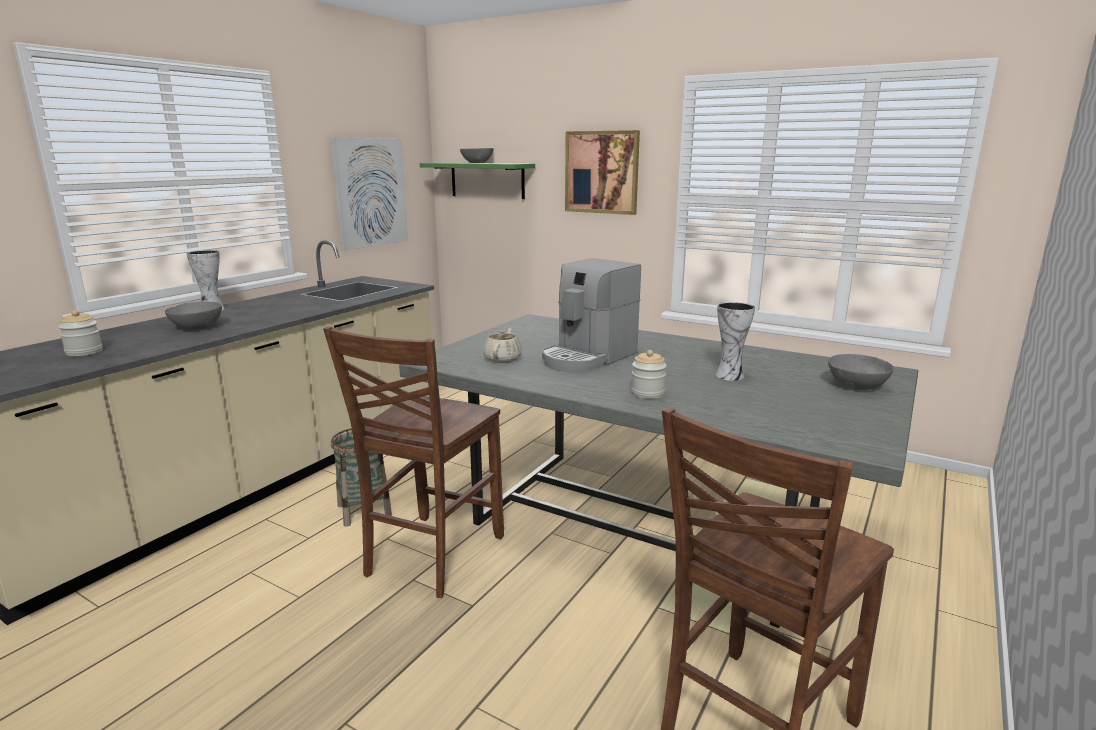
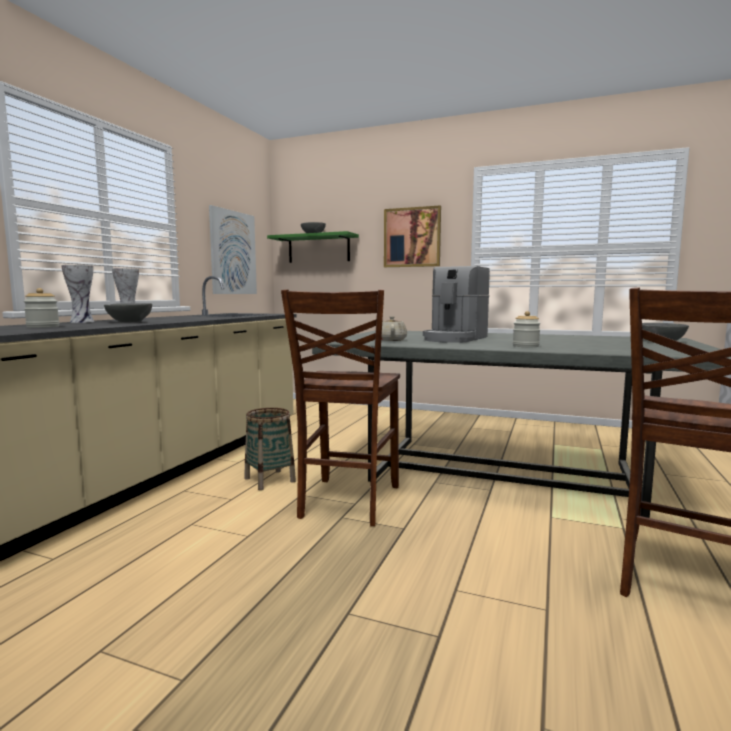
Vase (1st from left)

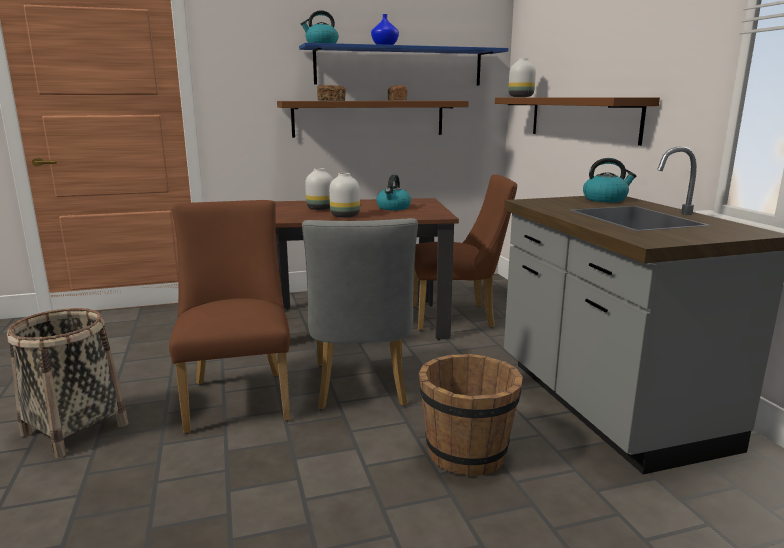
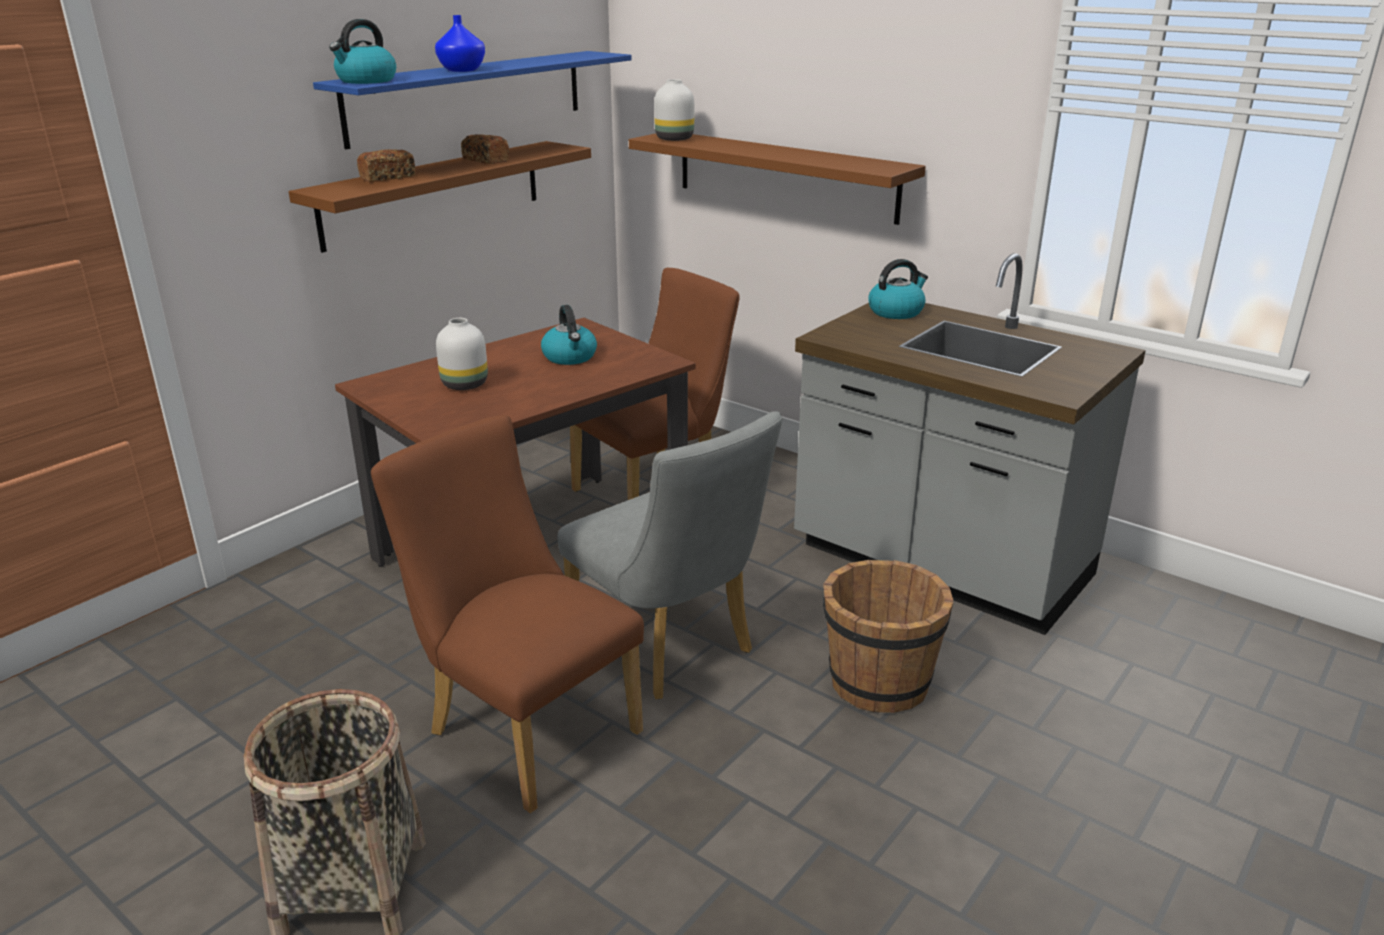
Vase/weiß (2nd from left in the first image)

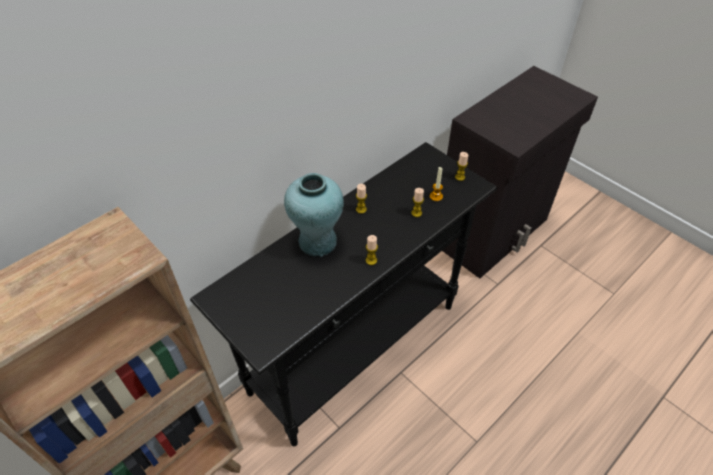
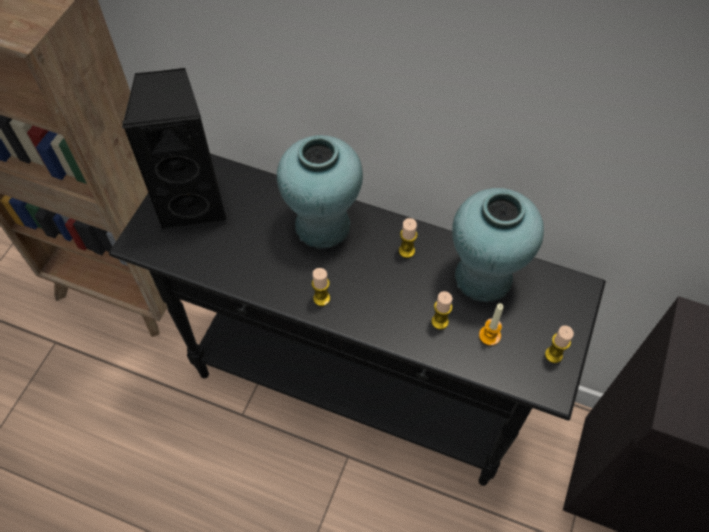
Lautsprecher/schwarz
Vase/türkis (2nd from left)

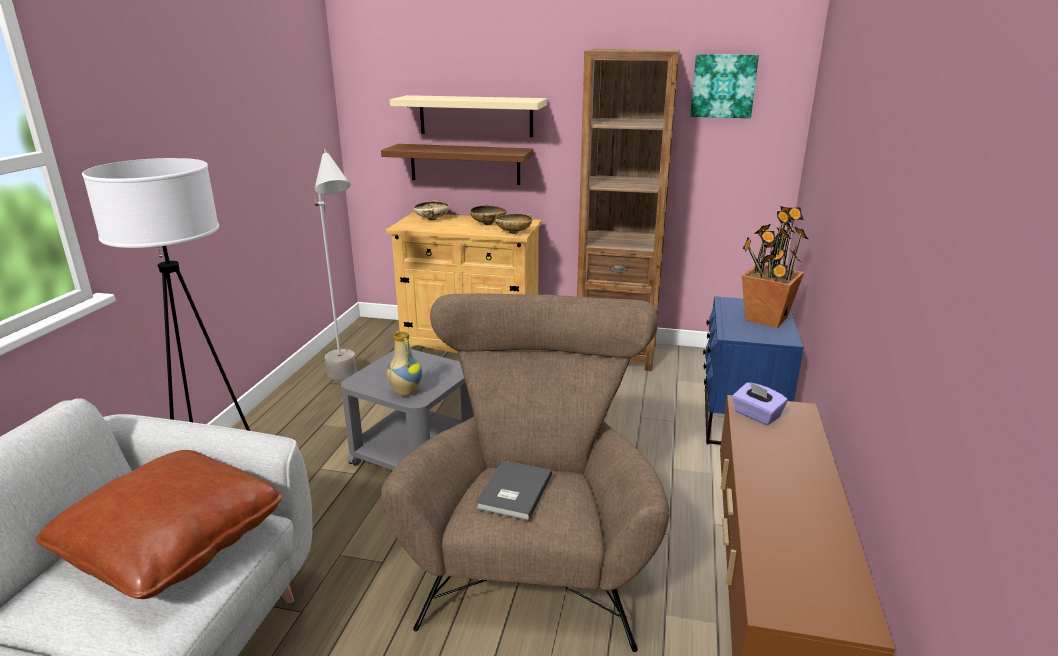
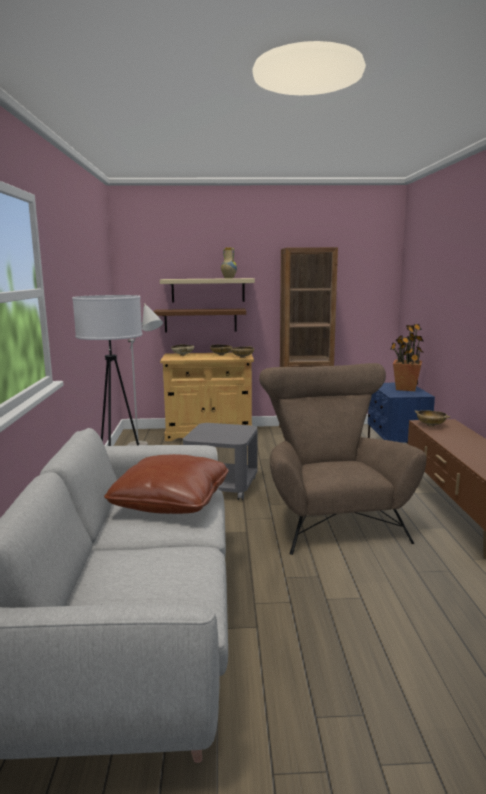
Vase
Buch/grau
Bild
Schüssel/beige (4th from left)

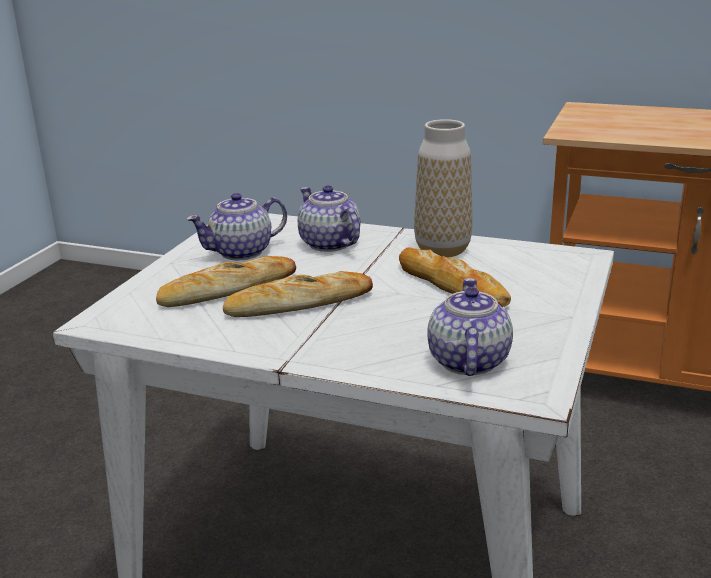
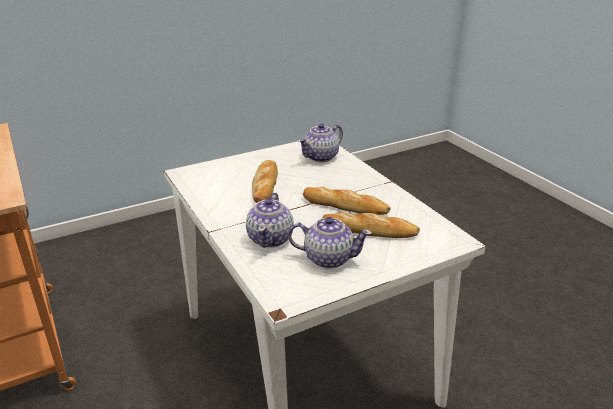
Vase

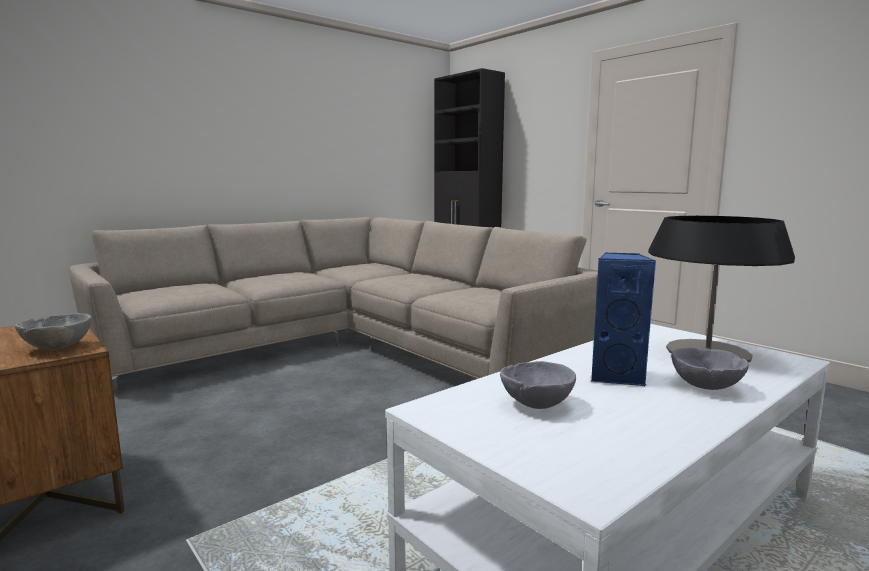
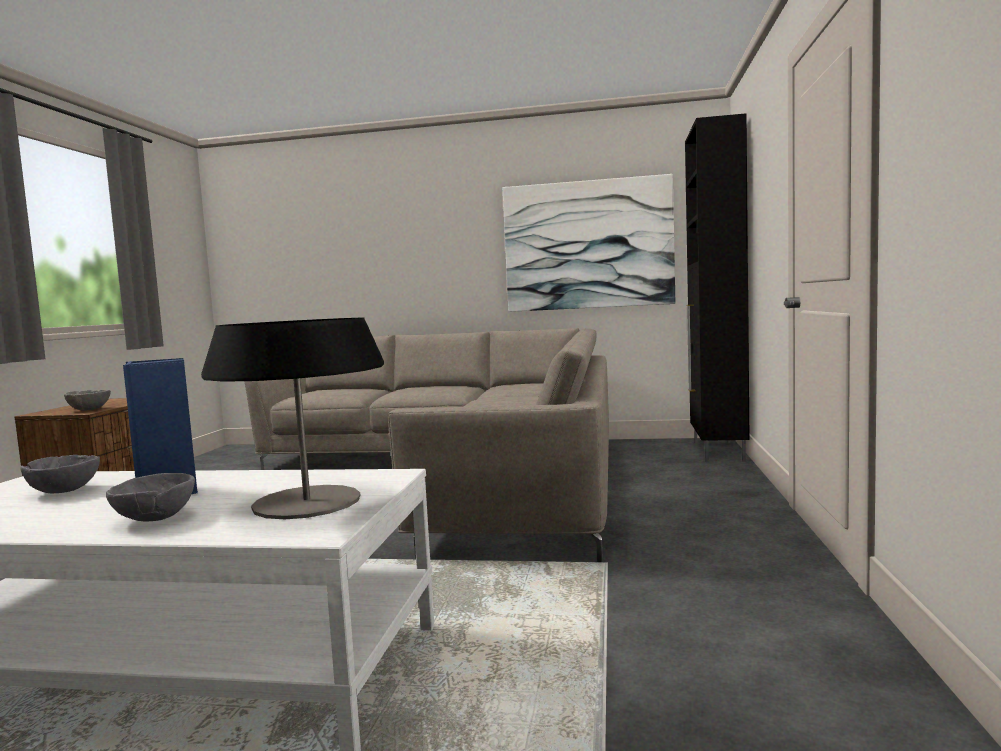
Bild

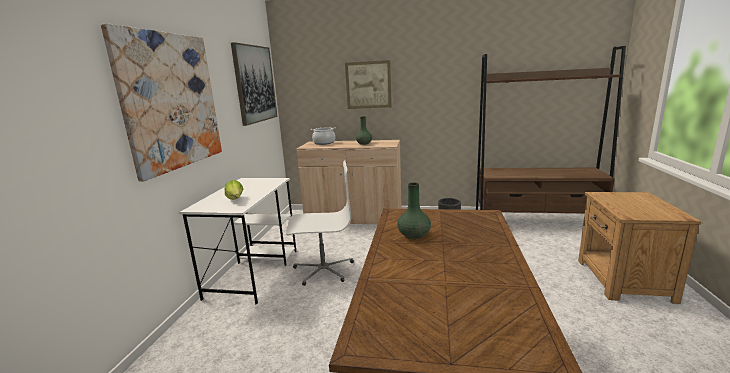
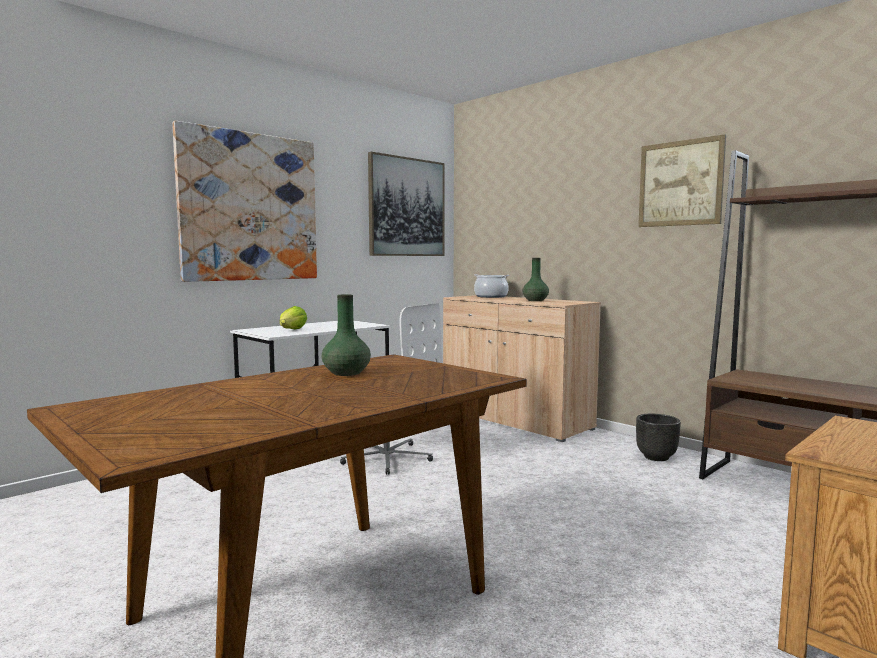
Bild (3rd from left)

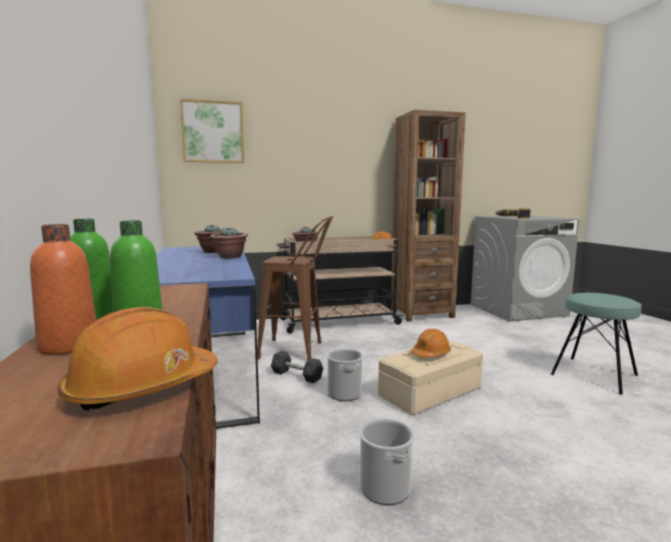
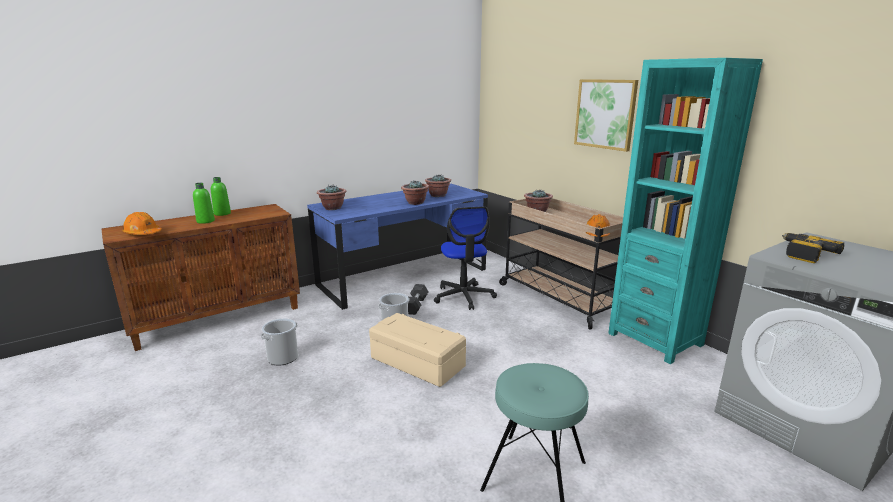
Flasche/orange
Bild
Bürostuhl
Bücherregal/türkis
Schutzhelm/orange (3rd from left in the first image)
Topfpflanze (1st from left)

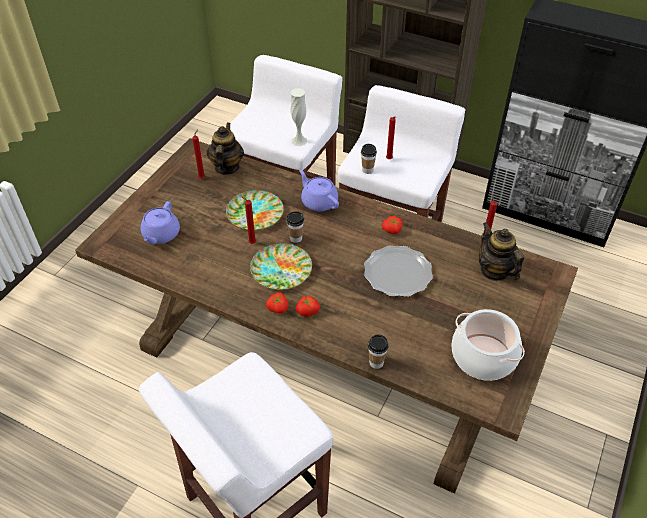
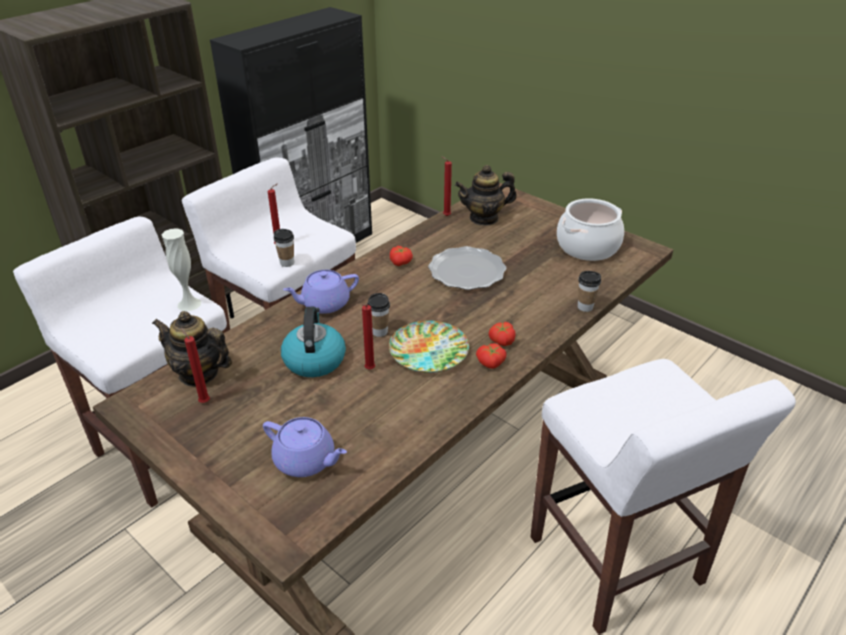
Wasserkessel

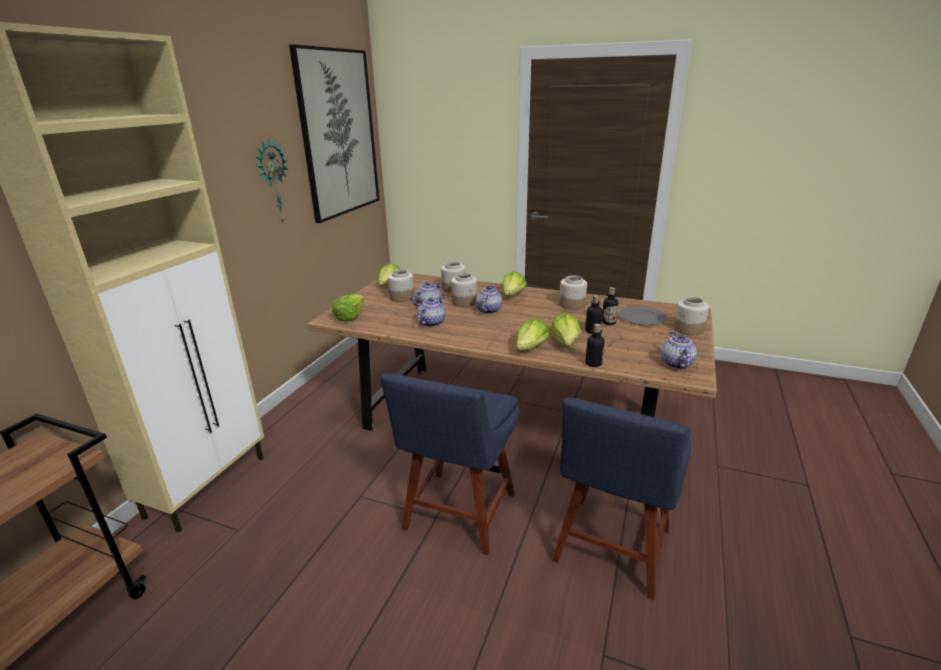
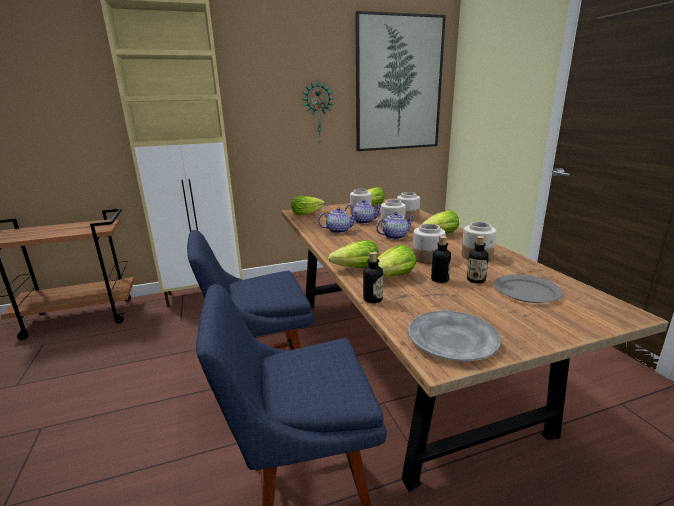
Teller/grau (1st from left)
Vorratsglas (4th from left)

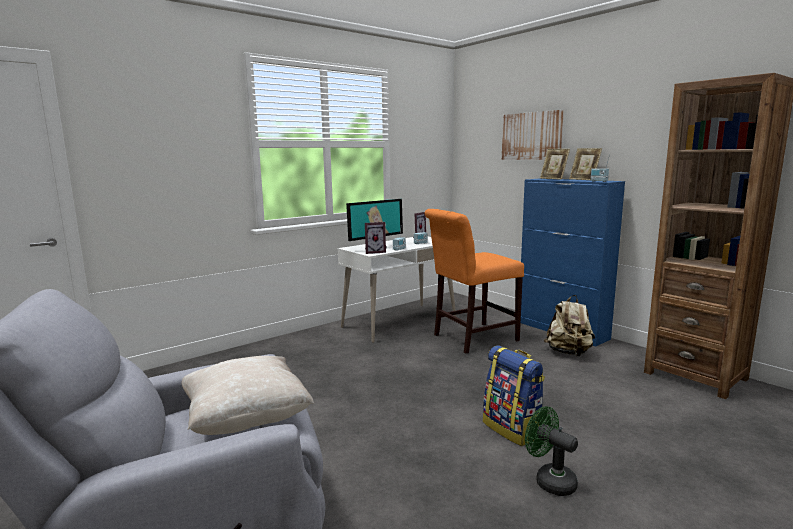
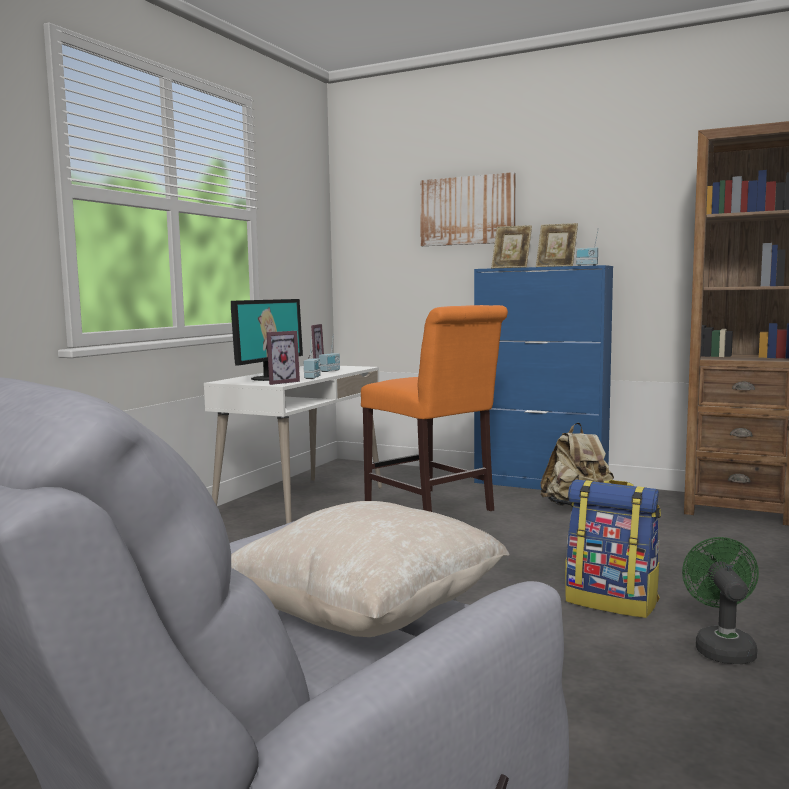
Stuhl/orange
Ventilator/grün

